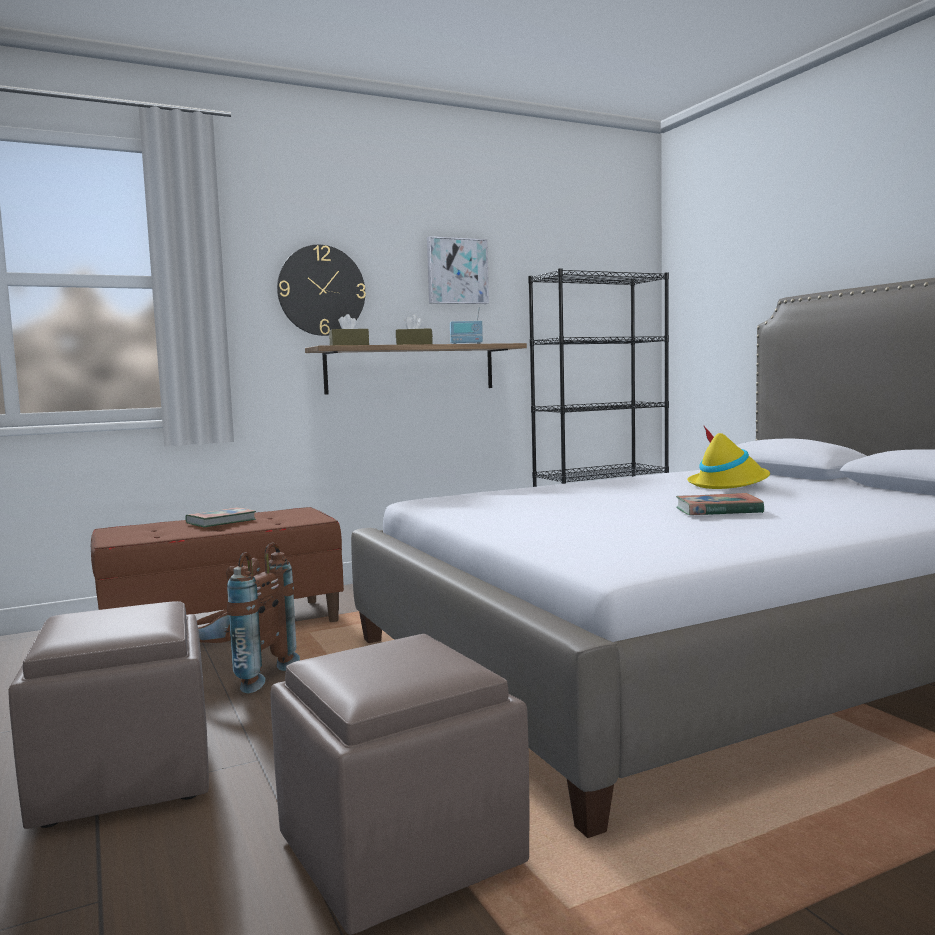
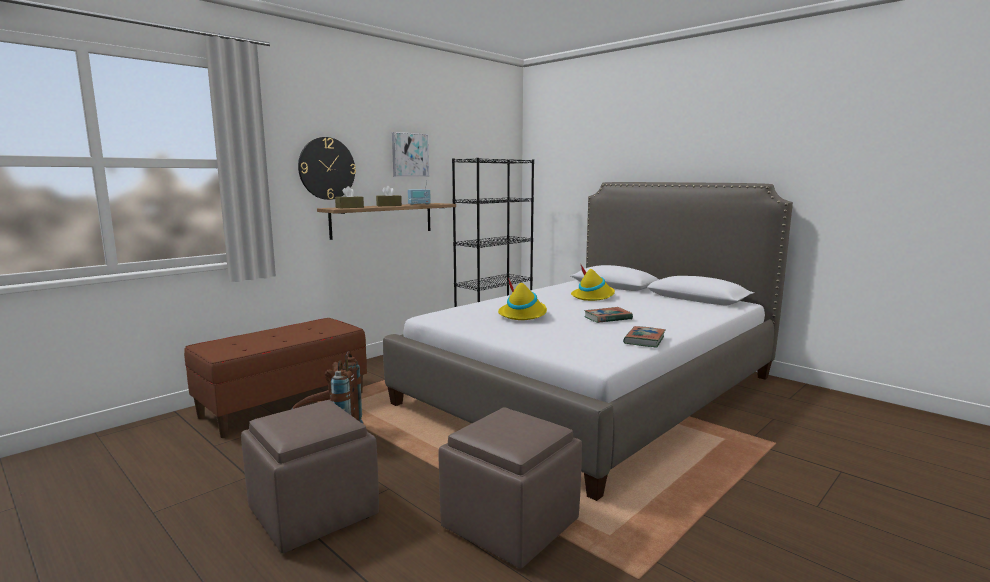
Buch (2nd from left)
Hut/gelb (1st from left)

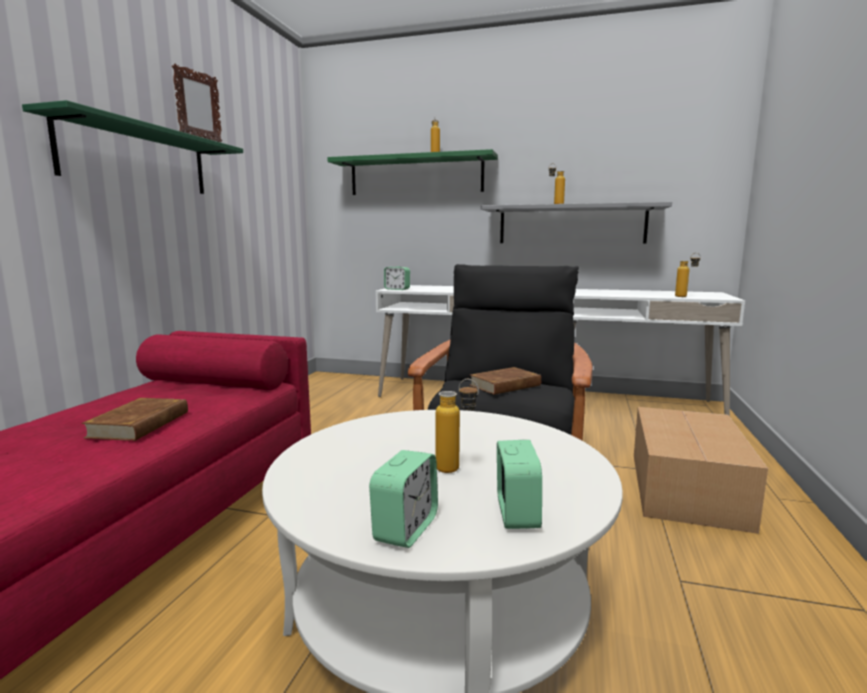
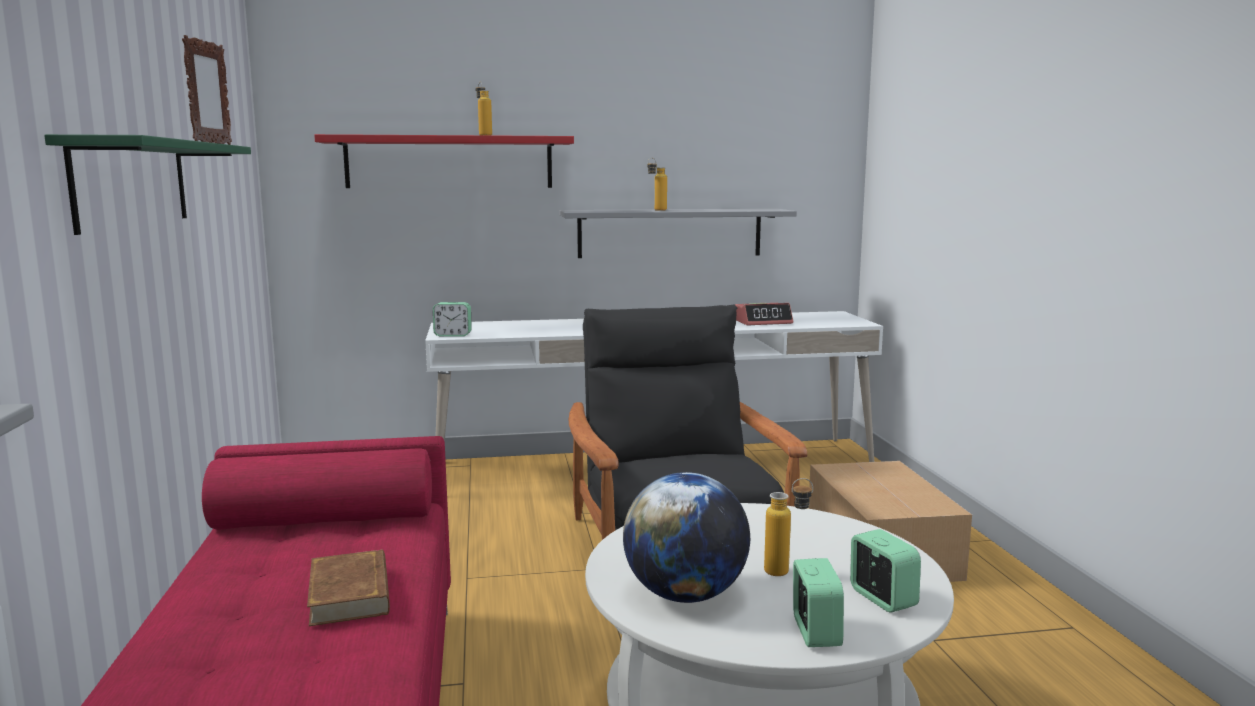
Wandregal/rot
Buch/braun (2nd from left in the first image)
Flasche (4th from left in the first image)
Globus
Wecker (2nd from left)

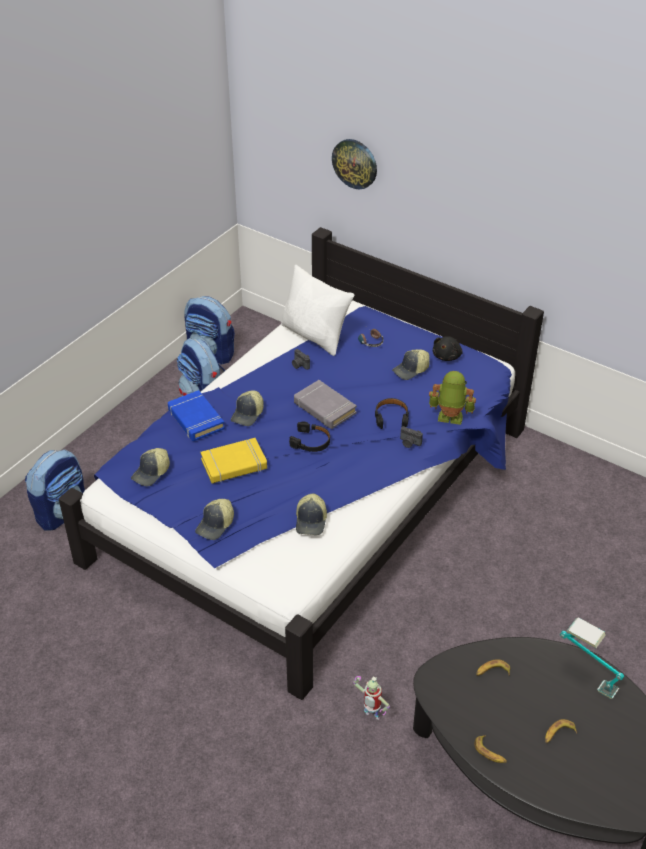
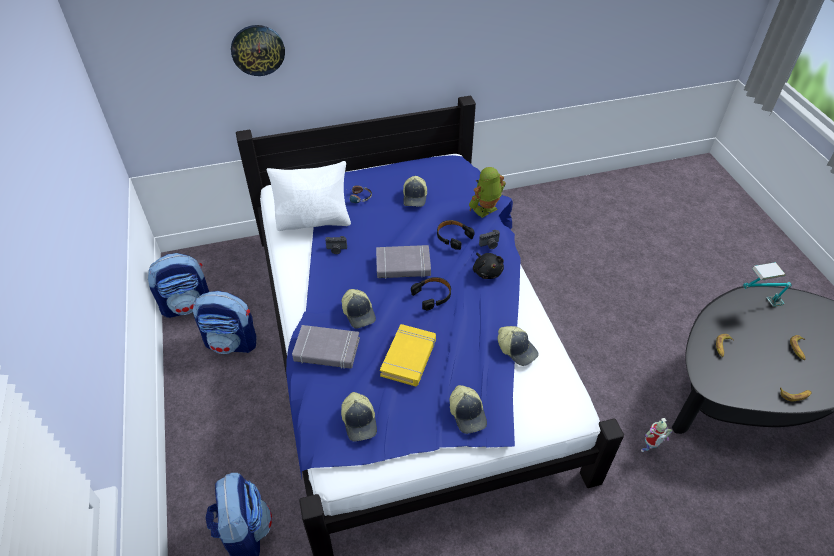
Buch/grau (1st from left)
Plüschtier/schwarz

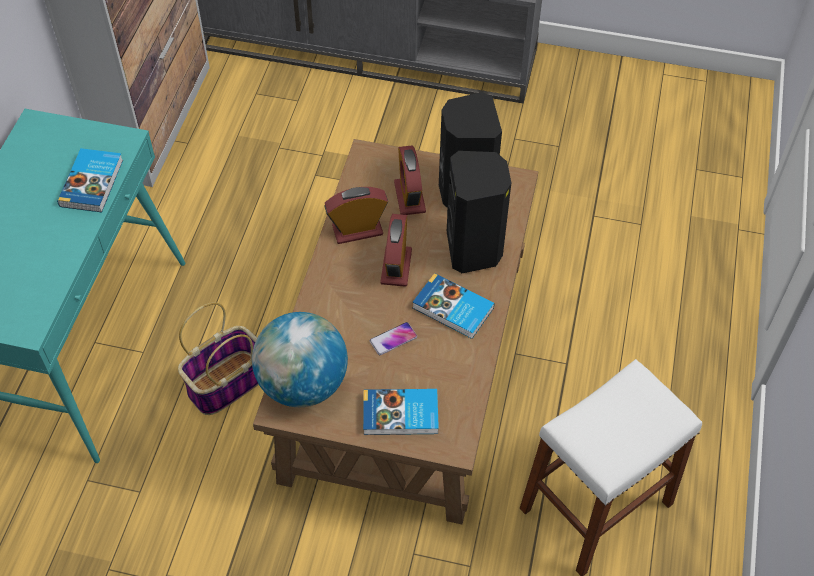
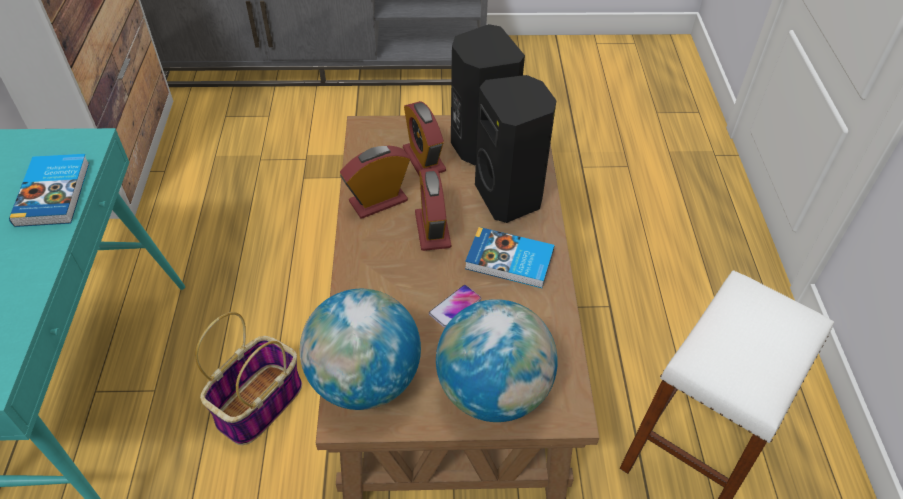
Globus (2nd from left)

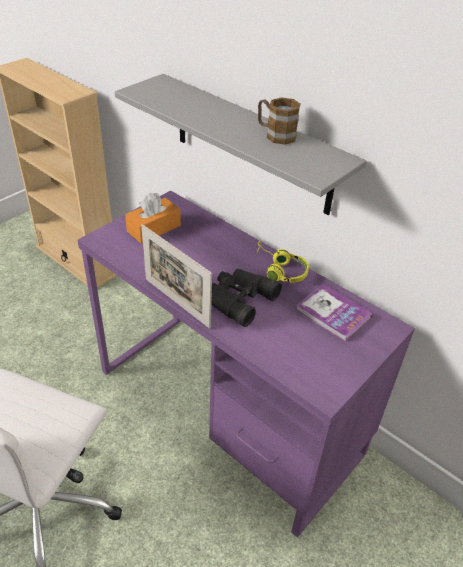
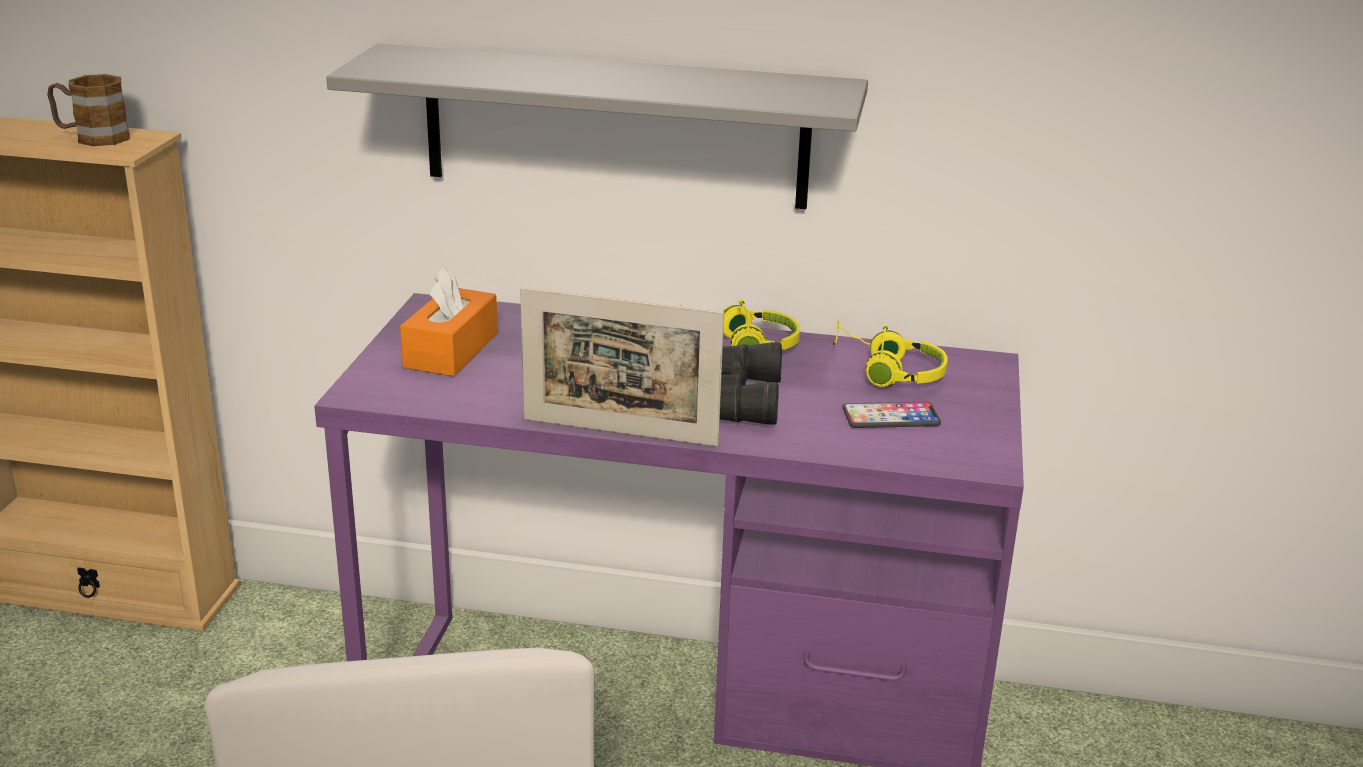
Henkelbecher
Kopfhörer/gelb (2nd from left)
Handy

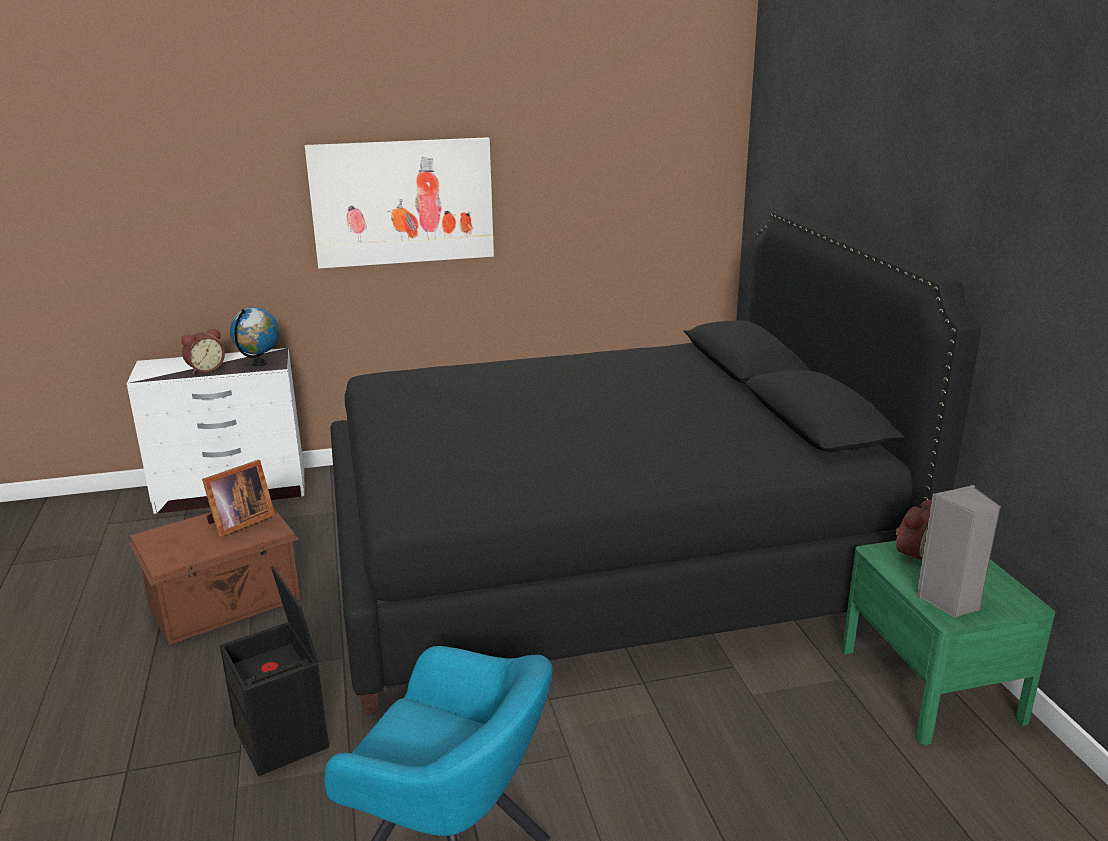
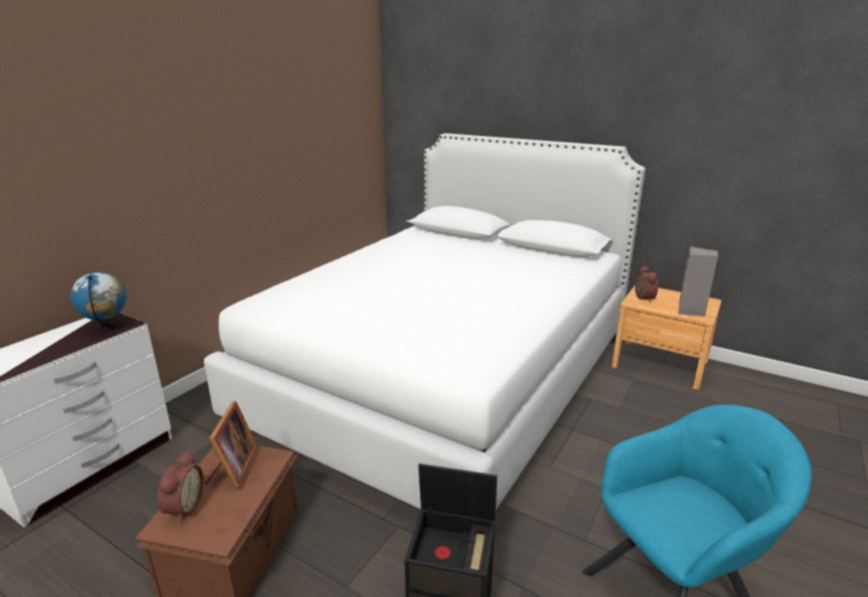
Wecker (1st from left)
Bild
Bett/weiß
Nachttisch/braun

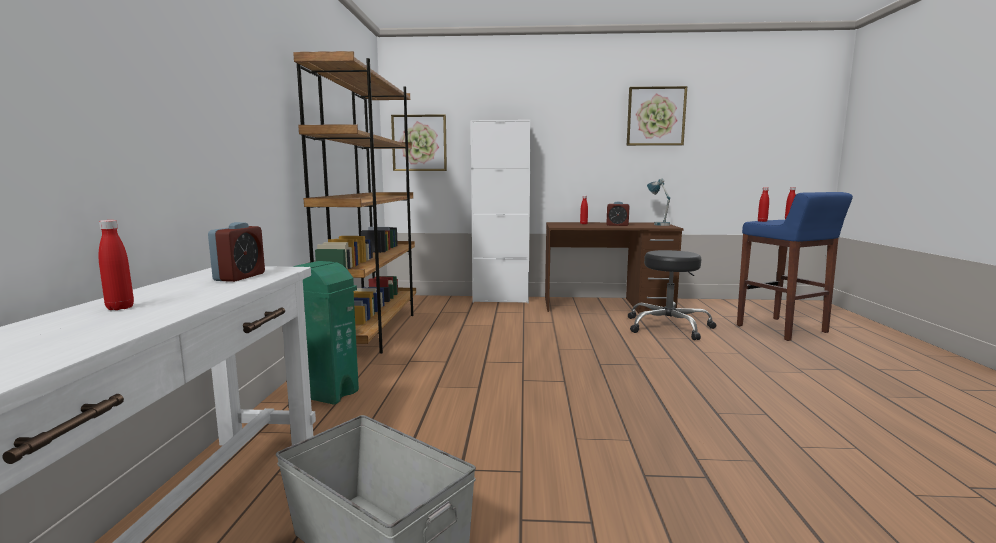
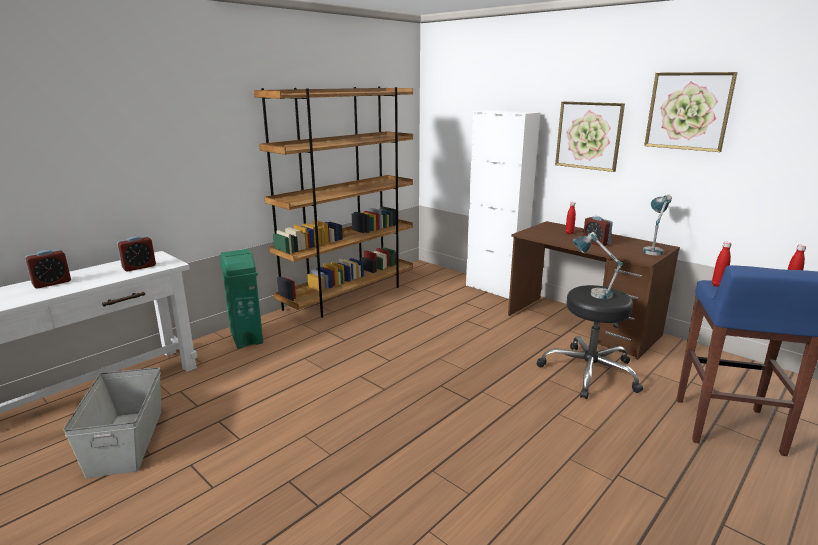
Wecker (1st from left)
Bild (1st from left)
Tischlampe (1st from left)

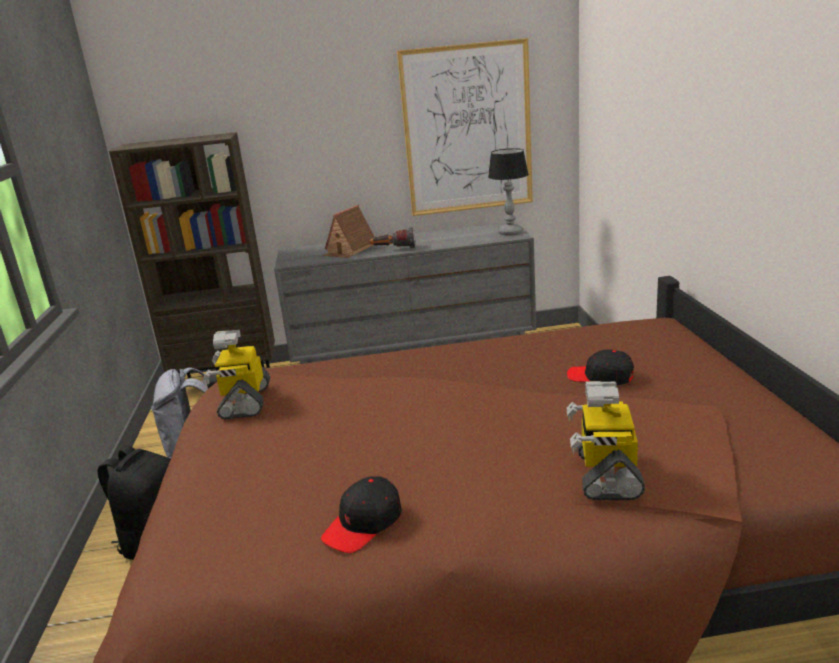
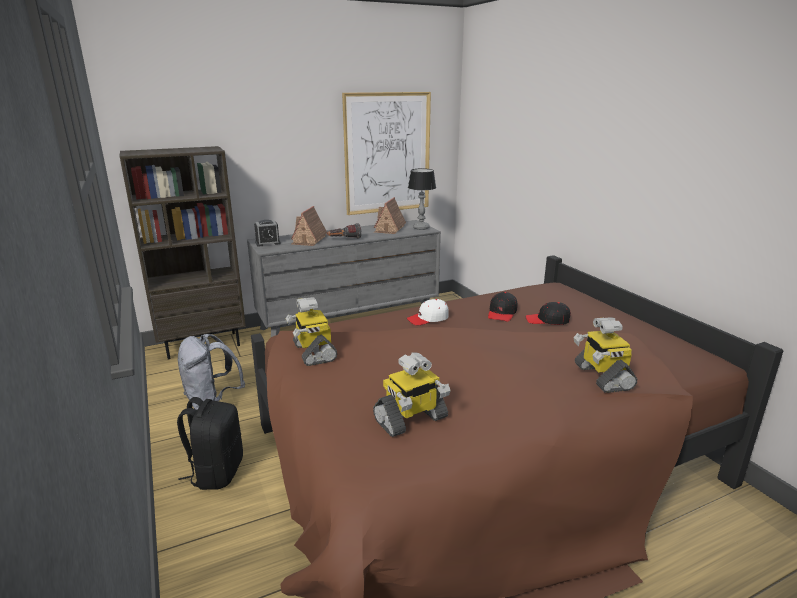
Kappe/schwarz (1st from left)
Wecker
Spielzeugroboter (2nd from left)
Spielzeughaus (2nd from left)
Kappe/weiß

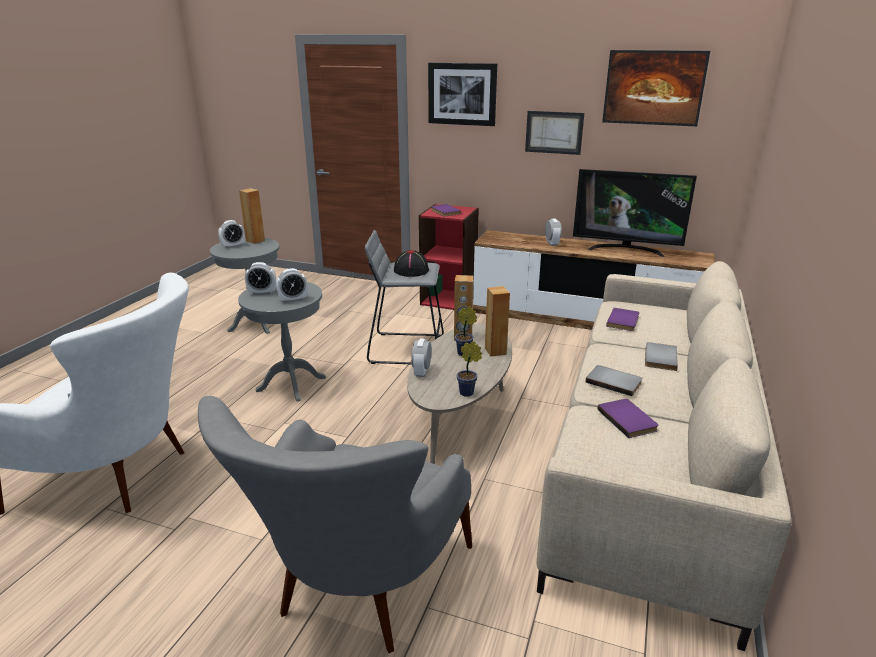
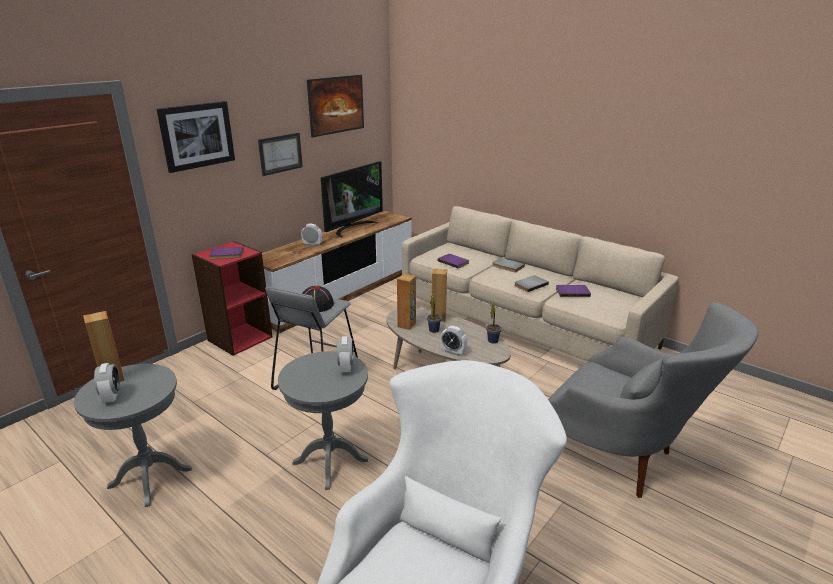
Wecker (2nd from left in the first image)

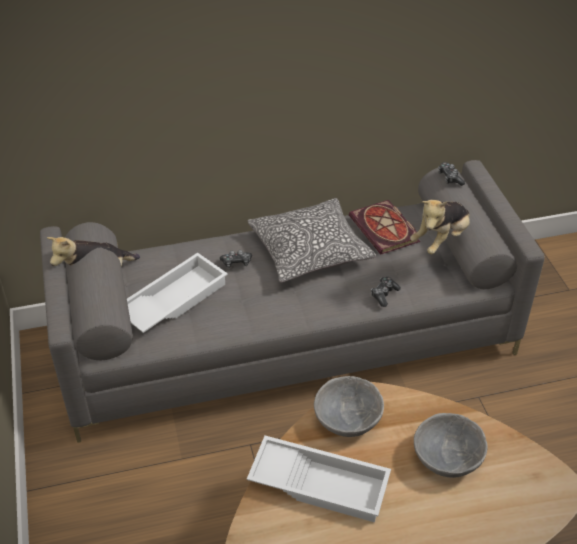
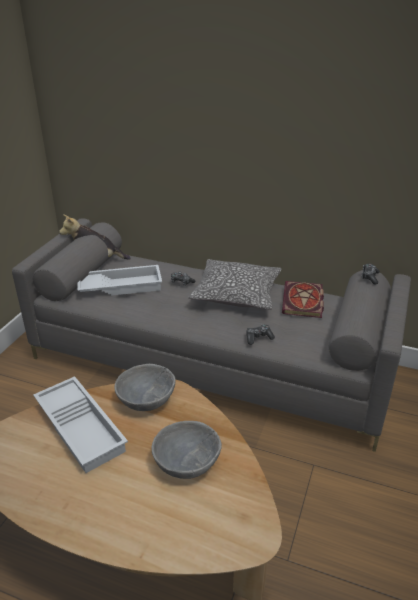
Plüschtier (2nd from left in the first image)

